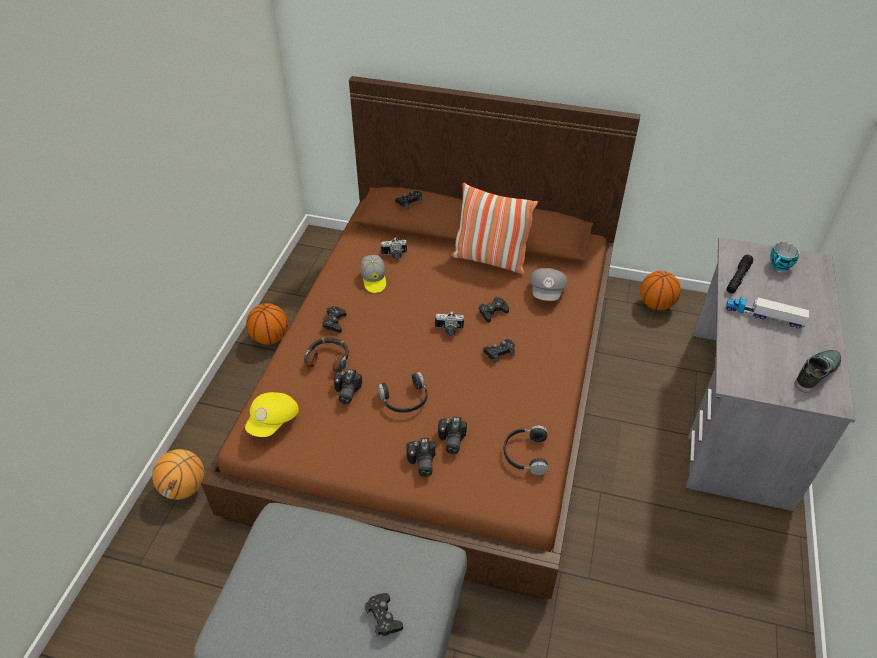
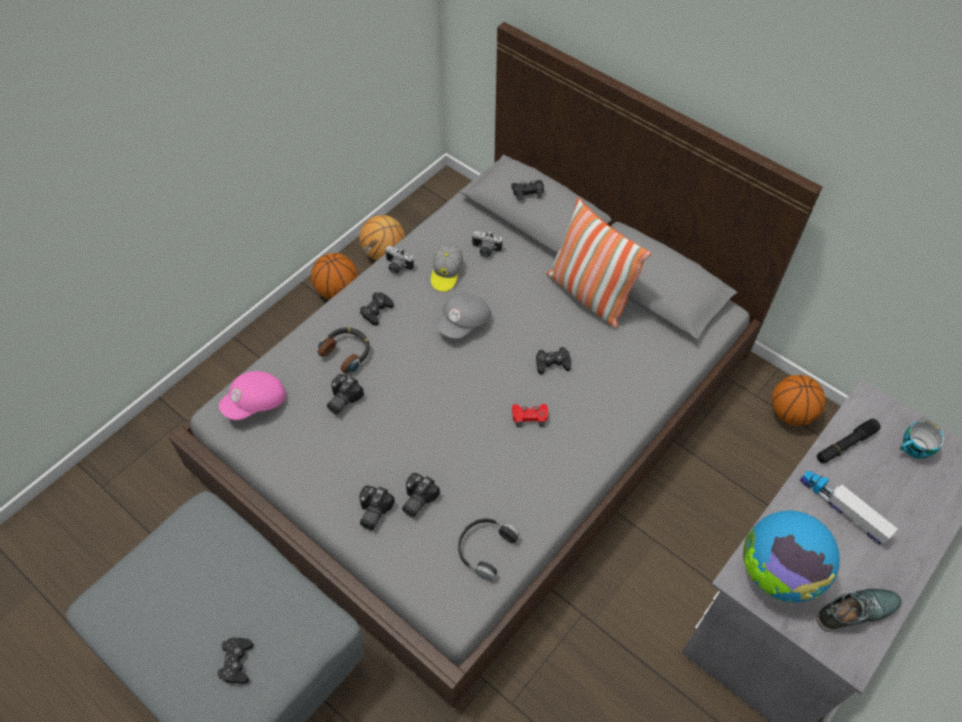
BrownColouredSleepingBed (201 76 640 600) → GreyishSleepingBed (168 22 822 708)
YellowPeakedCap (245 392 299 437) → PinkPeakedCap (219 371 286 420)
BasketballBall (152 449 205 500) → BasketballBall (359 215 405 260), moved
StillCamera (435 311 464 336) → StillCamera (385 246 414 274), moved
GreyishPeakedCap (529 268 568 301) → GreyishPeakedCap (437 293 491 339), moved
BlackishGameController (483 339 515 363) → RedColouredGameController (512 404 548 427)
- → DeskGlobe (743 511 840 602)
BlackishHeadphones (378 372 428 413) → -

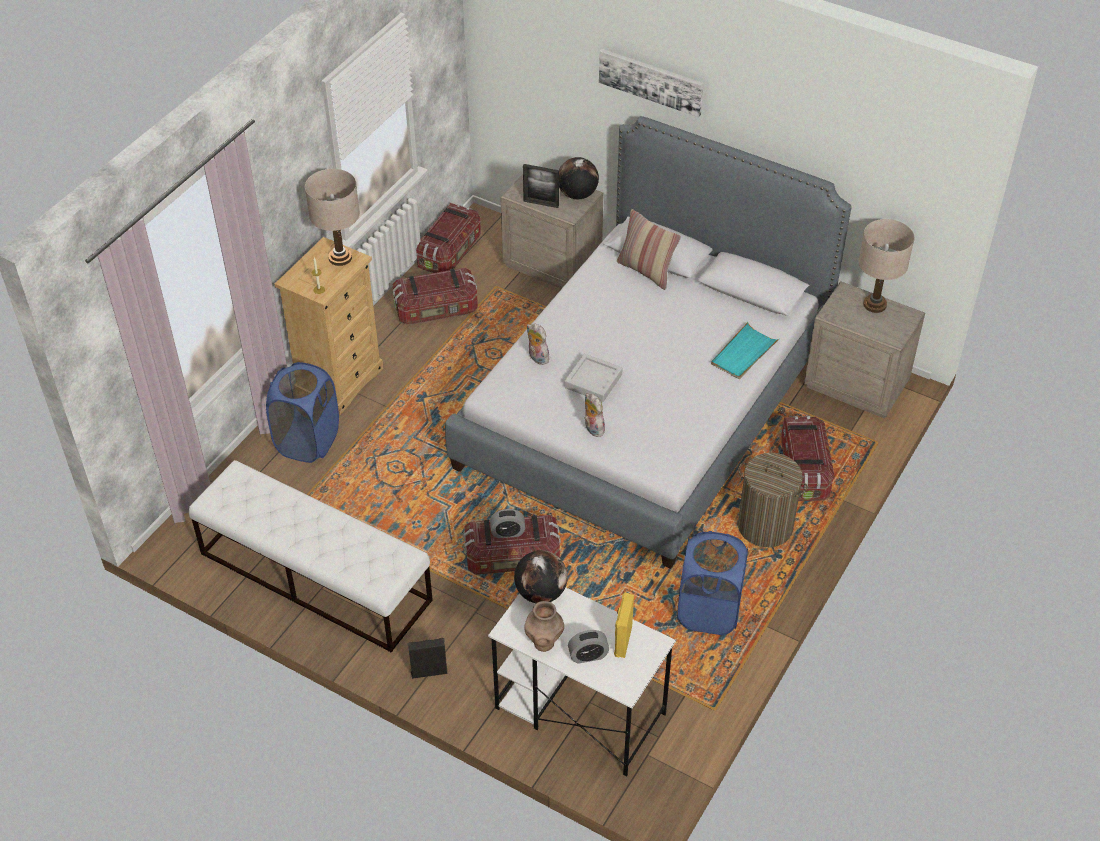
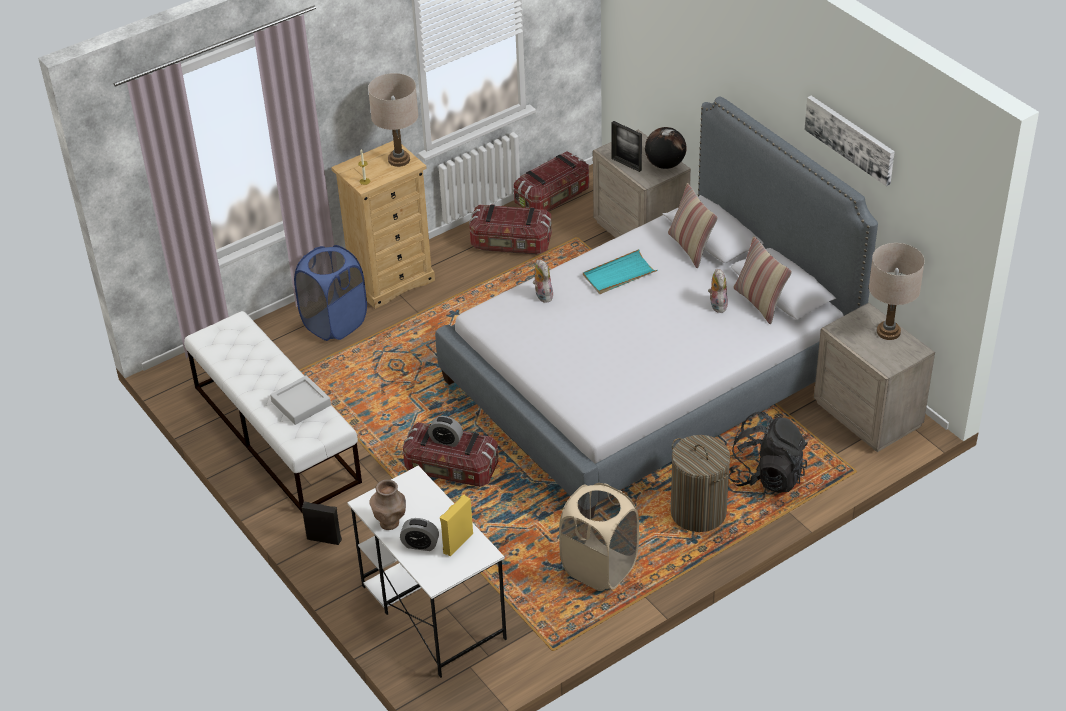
GreyishTray (564 354 622 402) → GreyishTray (270 376 331 425), moved
BlueLaundryBasket (677 531 748 635) → SandColouredLaundryBasket (559 483 639 591)
BlueGreenTray (711 322 780 379) → BlueGreenTray (583 249 658 294), moved
SoftToy (584 393 605 437) → SoftToy (708 269 728 313), moved
StorageContainer (781 416 835 501) → BlackishRucksack (729 412 808 493)
- → Pillow (733 236 792 324)
Picture (599 49 704 117) → Picture (805 96 895 186), moved
DeskGlobe (514 550 568 603) → -

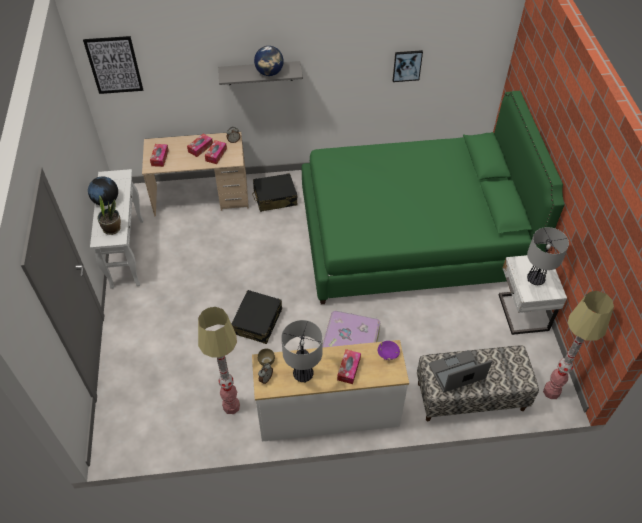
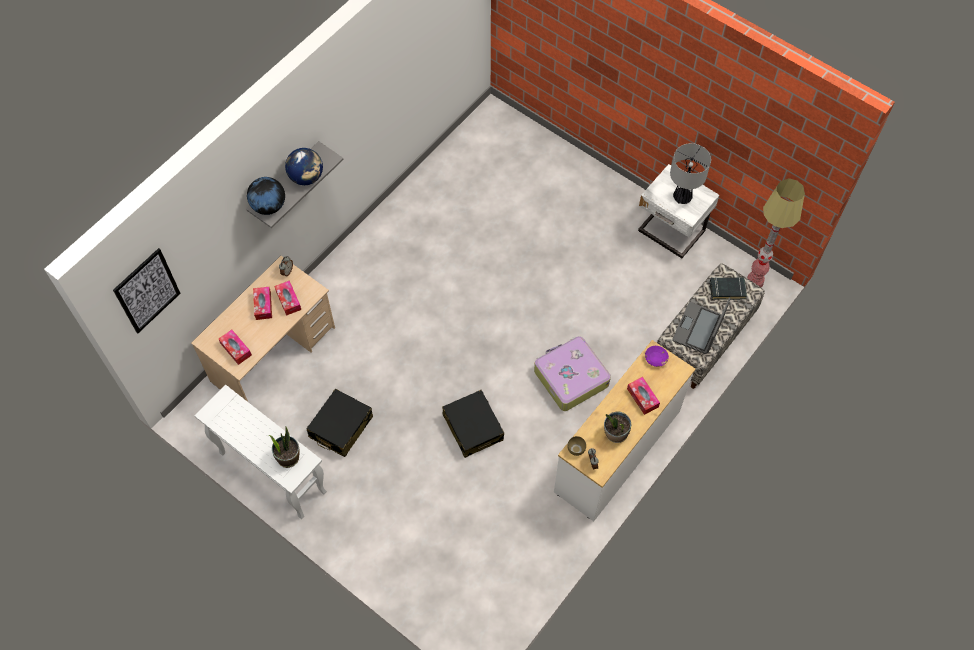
DeskGlobe (88 177 118 206) → DeskGlobe (247 177 285 215), moved
BlackishTravelCase (252 173 298 212) → BlackishTravelCase (306 389 373 457), moved
LampForATable (281 320 323 383) → Houseplant (604 412 631 443)
- → BlackishBook (710 277 747 300)
StandingLamp (198 307 240 414) → -
GreenishSleepingBed (301 91 564 304) → -
Picture (393 50 423 82) → -

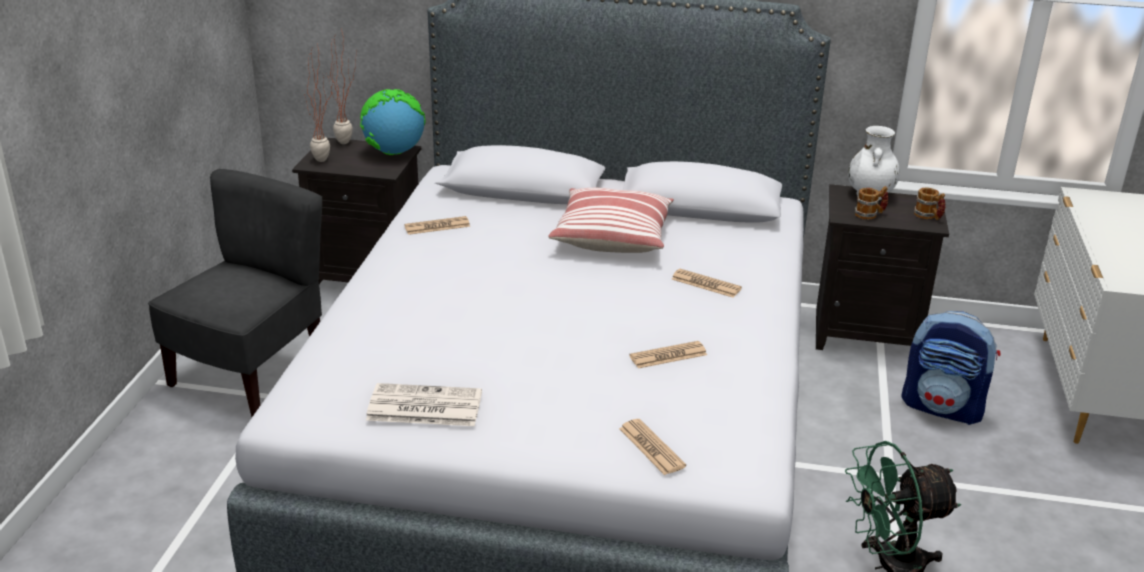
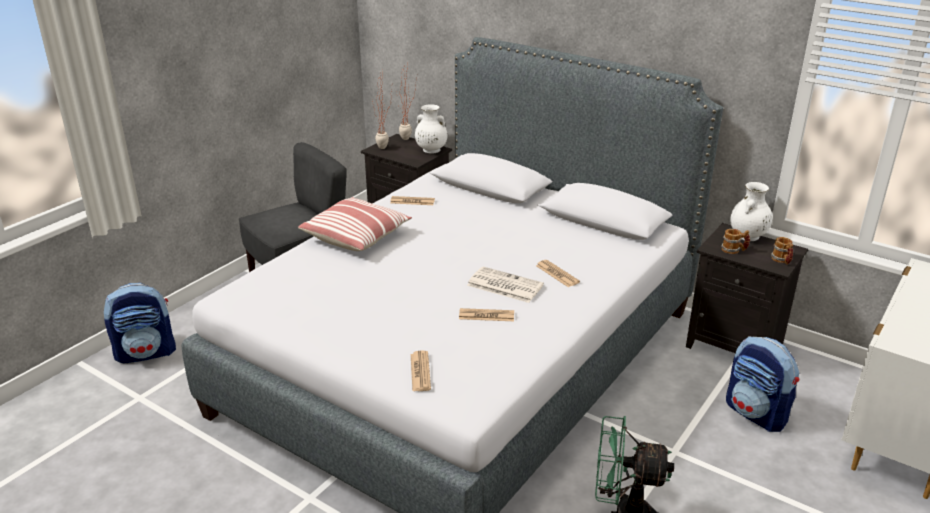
- → Rucksack (104 283 176 363)
Pillow (548 188 674 253) → Pillow (298 197 412 251), moved
DeskGlobe (360 89 425 155) → WhitishVase (415 104 447 154)
Newspaper (366 383 482 426) → Newspaper (467 267 544 303), moved

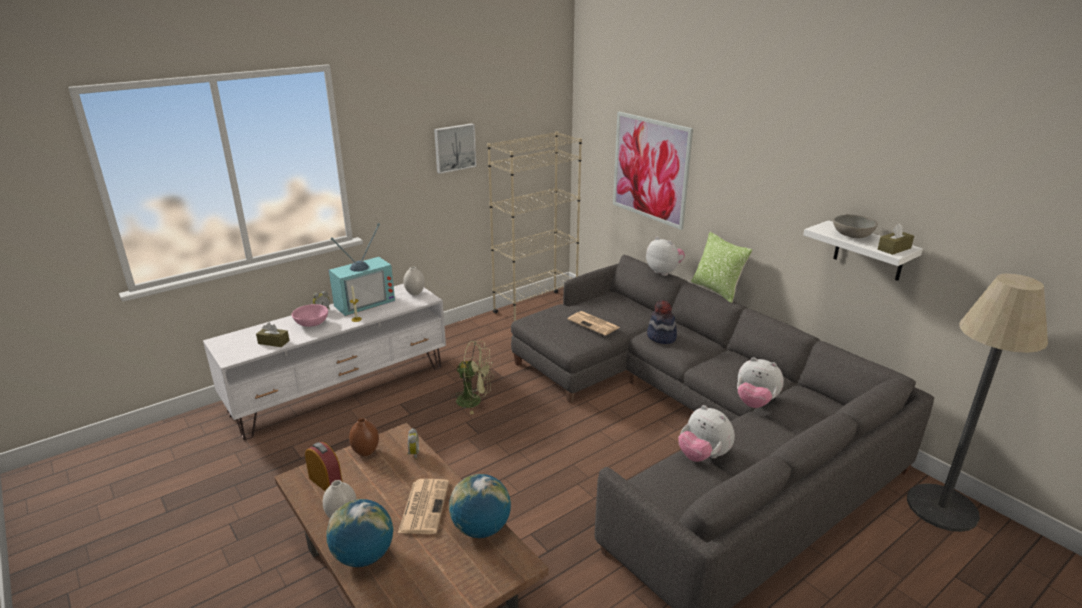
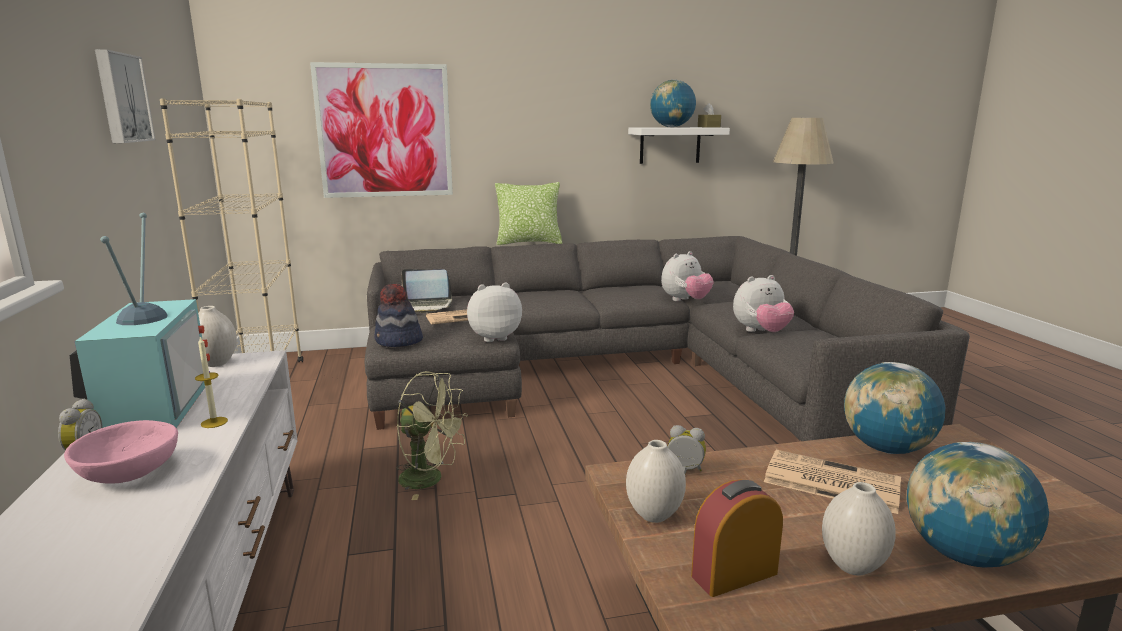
ClothingHat (647 300 677 344) → ClothingHat (374 284 423 347), moved
GreenishElectricFan (451 341 493 414) → GreenishElectricFan (397 371 468 500), 75 degrees clockwise
- → Laptop (402 269 452 313)
SoftToy (646 237 685 276) → SoftToy (467 282 522 342), moved
BrownColouredVase (349 418 379 456) → WhitishVase (626 440 686 523)
GreyishBowl (833 214 878 238) → DeskGlobe (650 80 696 127)
BrownColouredBoxOfTissues (256 323 290 347) → -

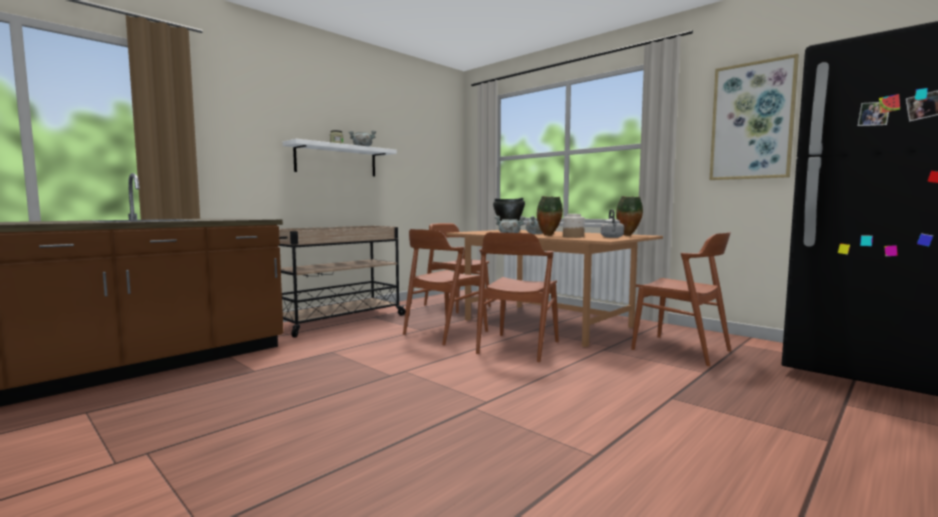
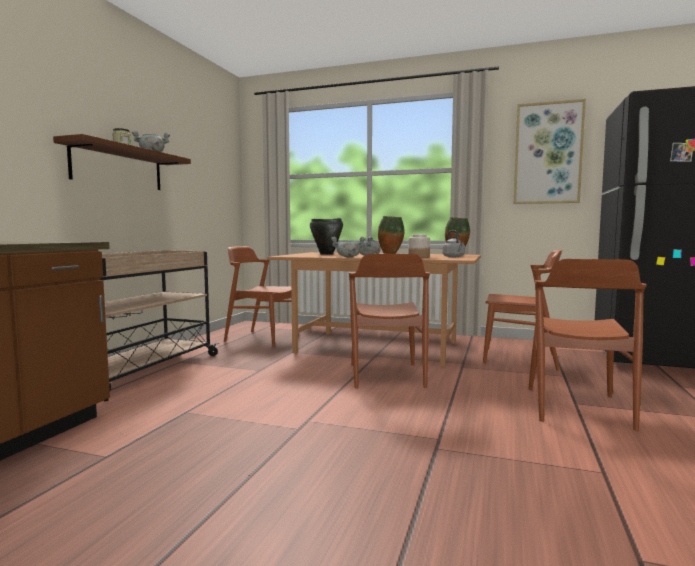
WhitishBracketShelf (283 139 397 176) → BrownColouredBracketShelf (53 134 191 190)
BrownColouredPlainChair (403 229 488 345) → BrownColouredPlainChair (528 259 647 431), moved

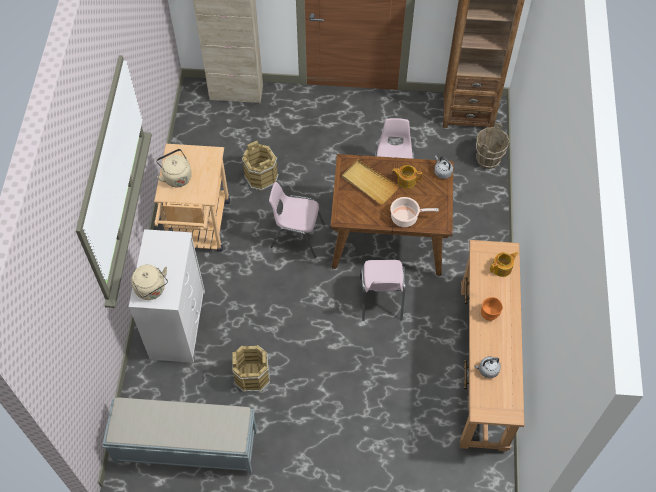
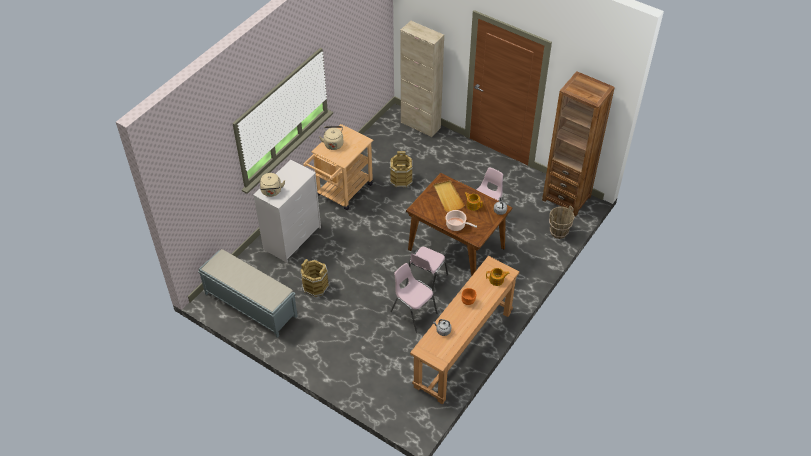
PinkPlainChair (269 182 325 258) → PinkPlainChair (390 263 438 332), moved

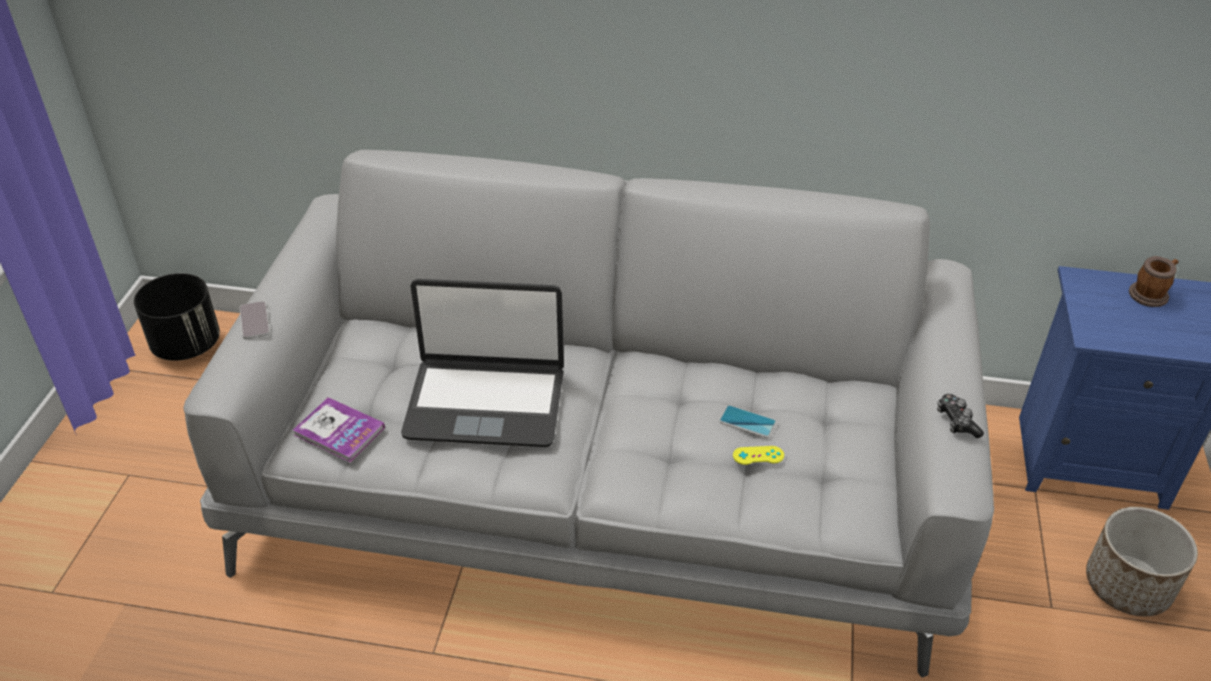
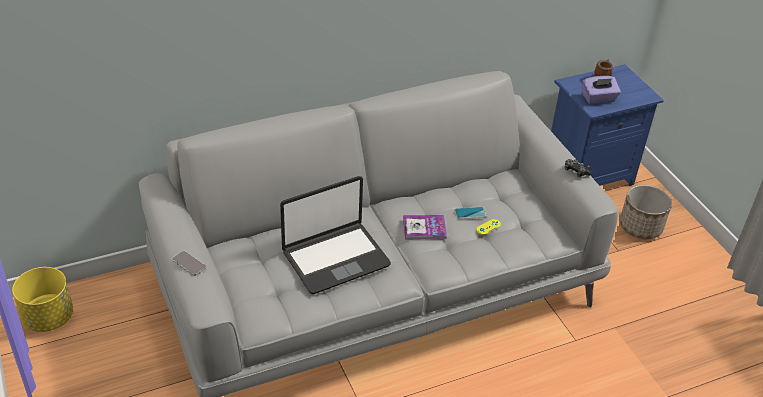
BlackishPlanter (134 273 220 361) → YellowPlanter (12 267 73 332)
Book (293 397 385 462) → Book (403 215 447 239), moved
- → PurpleColouredBoxOfTissues (582 76 621 104)

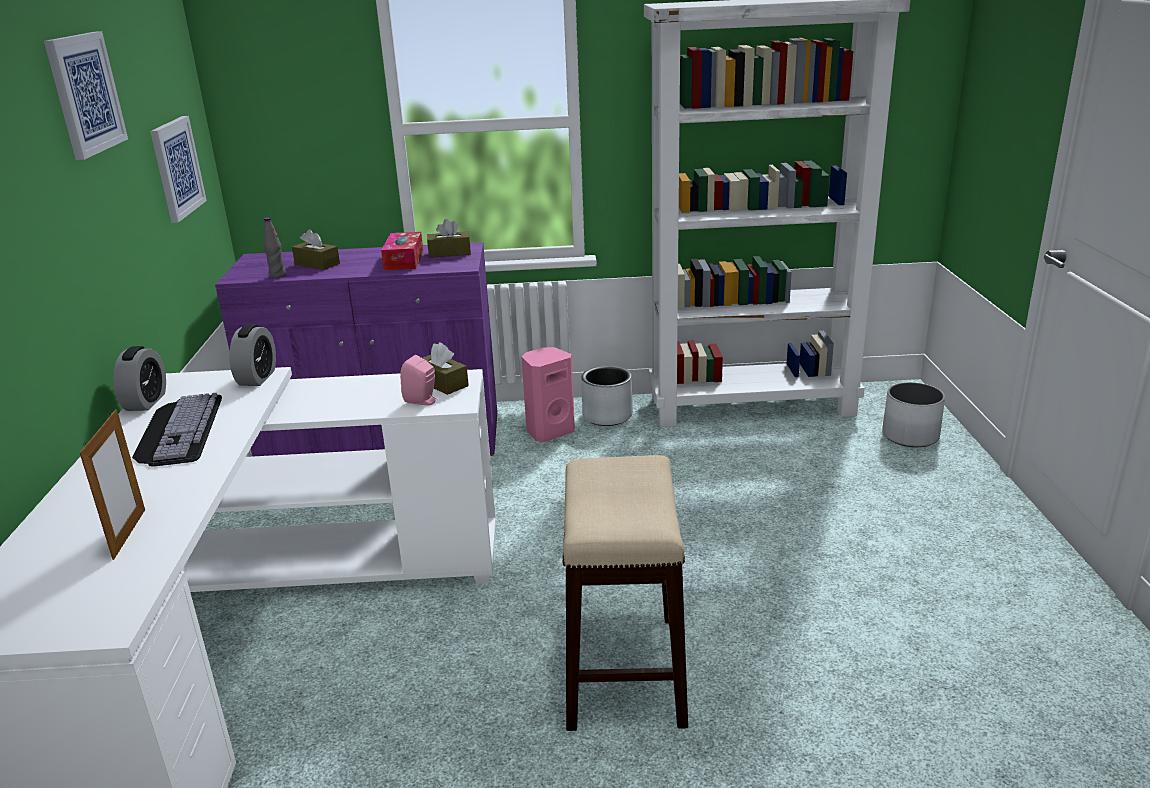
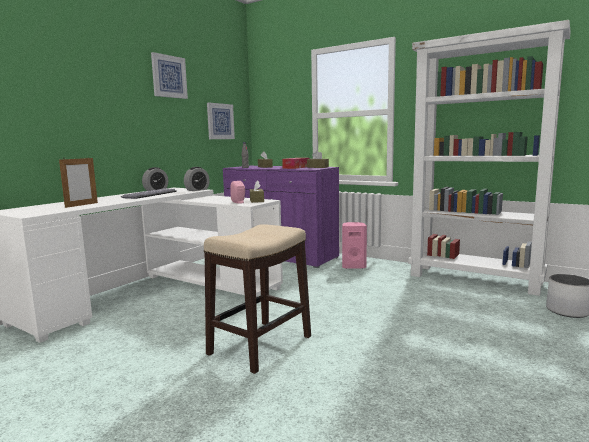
GreyishPlanter (582 366 633 426) → -

